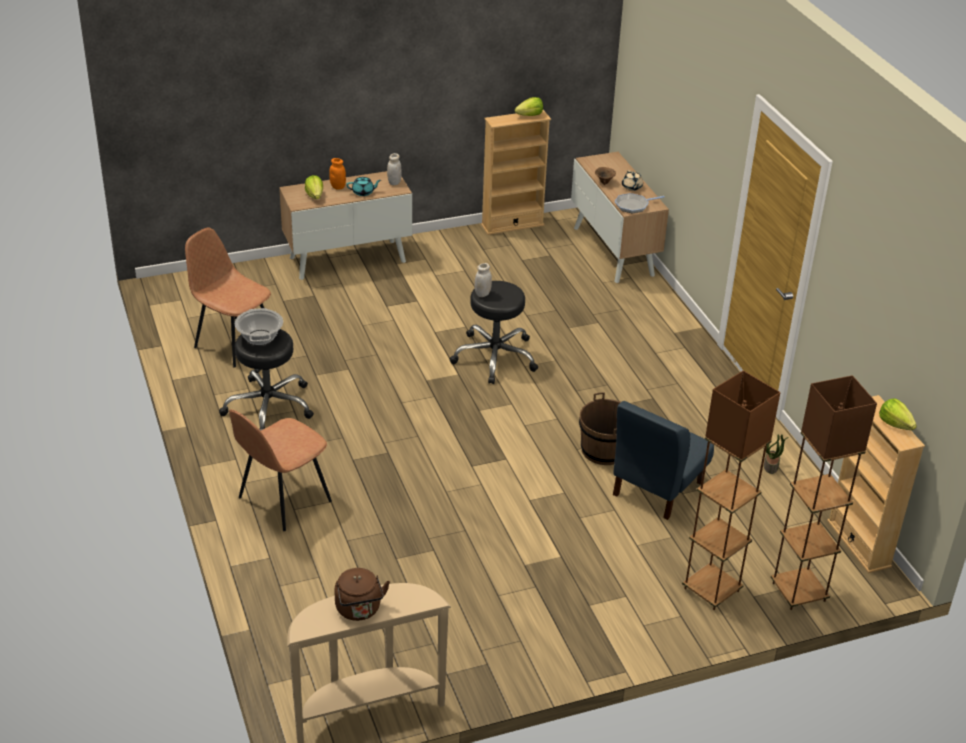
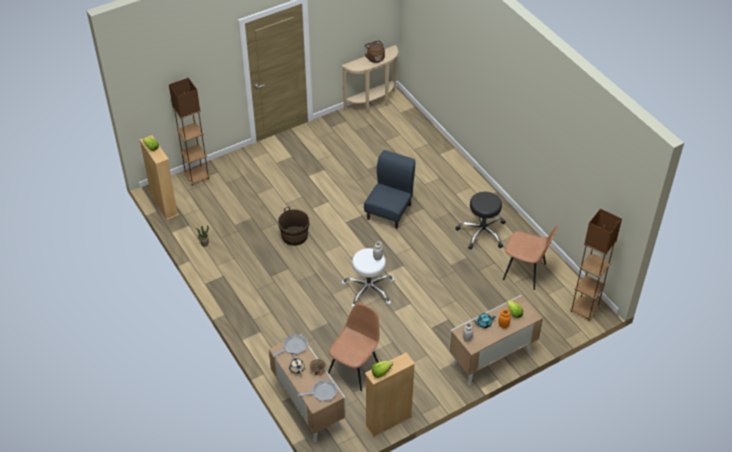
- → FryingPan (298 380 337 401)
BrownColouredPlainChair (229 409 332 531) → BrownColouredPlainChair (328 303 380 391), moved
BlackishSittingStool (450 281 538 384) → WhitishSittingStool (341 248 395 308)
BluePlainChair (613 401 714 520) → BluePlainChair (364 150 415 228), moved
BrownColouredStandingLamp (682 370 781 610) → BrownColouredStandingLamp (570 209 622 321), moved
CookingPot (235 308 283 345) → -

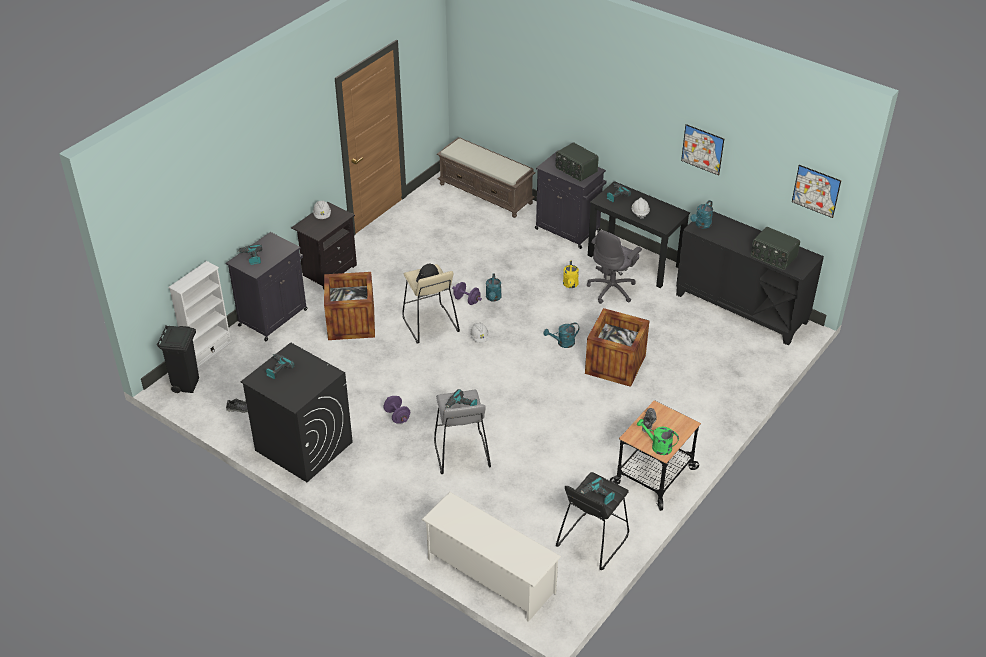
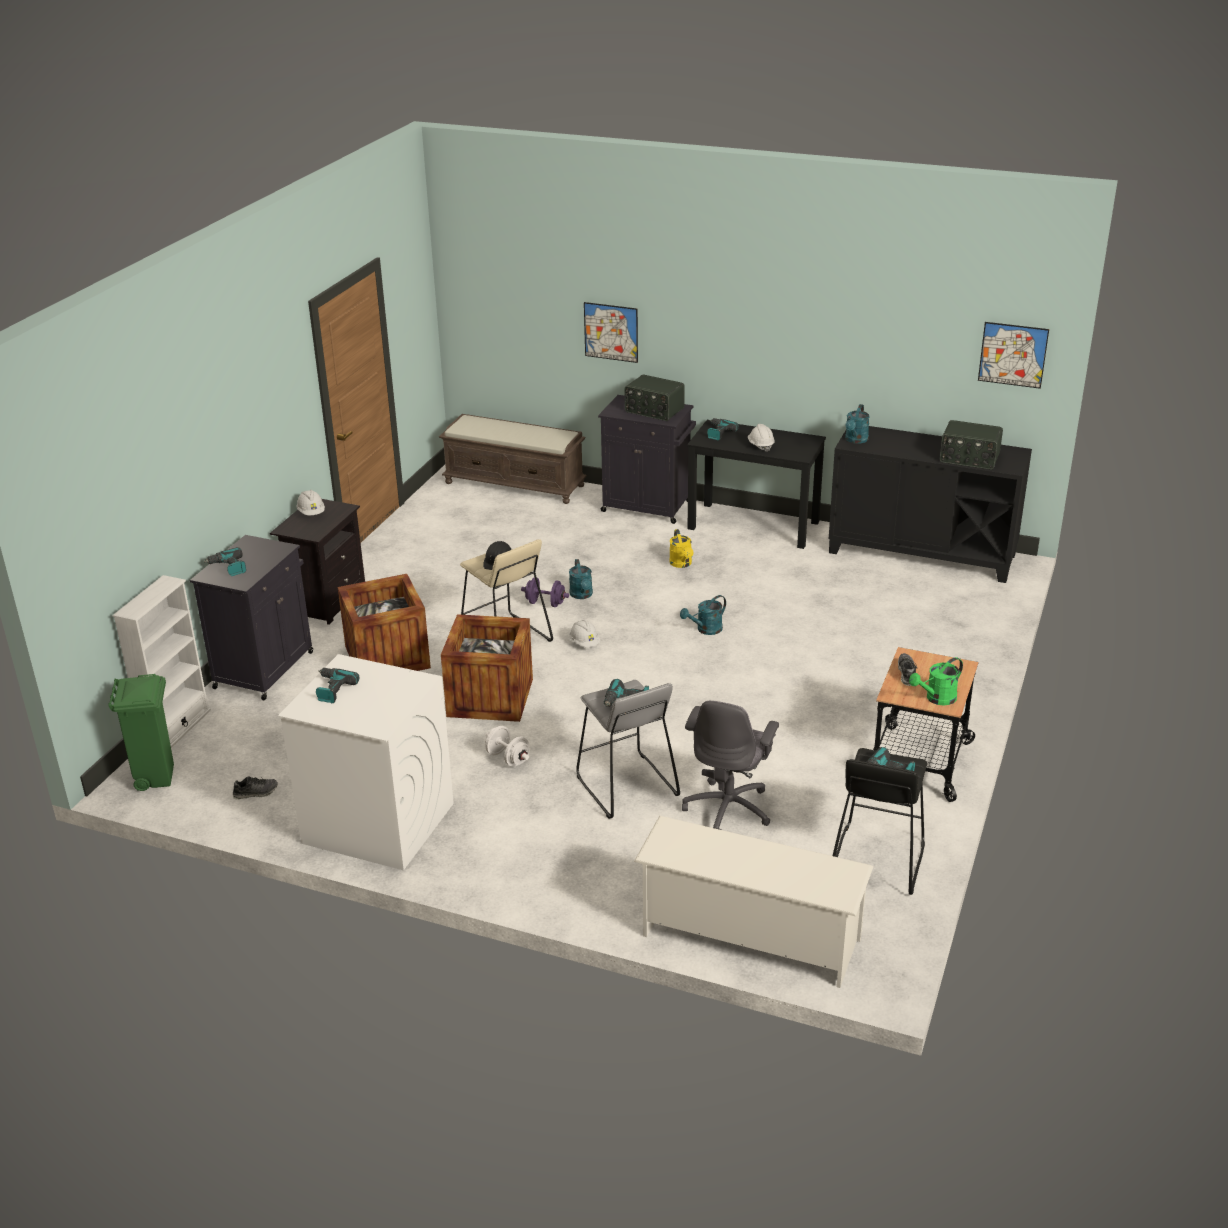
BlackishTrashCan (157 325 199 393) → GreenishTrashCan (108 674 174 791)
BlackishWashingMachine (240 343 353 482) → WhitishWashingMachine (278 654 454 870)
ShippingCrate (585 308 650 387) → ShippingCrate (441 614 533 722), moved
PurpleColouredFreeWeight (383 396 410 424) → WhitishFreeWeight (485 726 530 767)
Picture (681 124 724 176) → Picture (584 302 638 363), moved
GreyishOfficeChair (587 230 642 304) → GreyishOfficeChair (682 701 779 830), moved
GreenishWateringPot (637 419 679 455) → GreenishWateringPot (909 657 963 706), 45 degrees counterclockwise

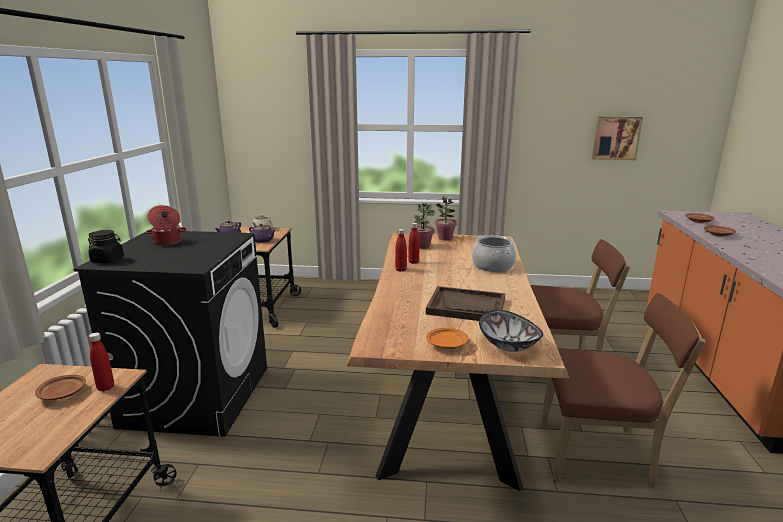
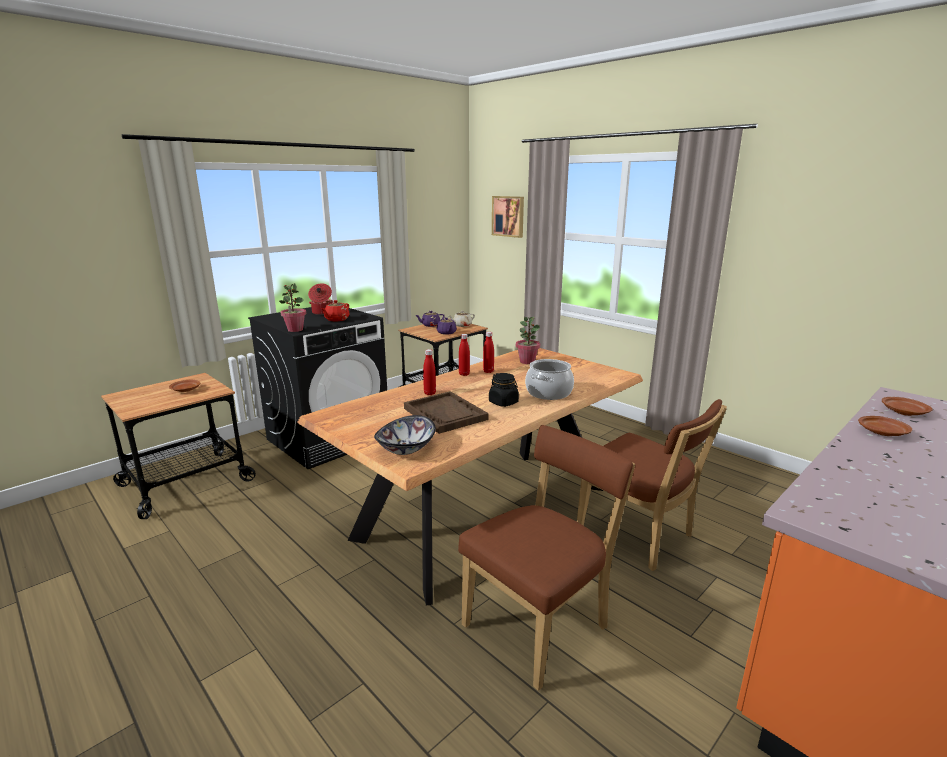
Houseplant (435 196 457 241) → Houseplant (279 283 306 332), moved
- → RedColouredTeaPot (321 300 350 321)
RedColouredBeverageBottle (89 333 114 391) → RedColouredBeverageBottle (423 349 436 395), moved
BrownColouredPlainChair (541 293 705 489) → BrownColouredPlainChair (458 425 635 691), 90 degrees counterclockwise
BlackishJar (88 230 124 263) → BlackishJar (489 373 519 407), moved
Picture (592 116 643 160) → Picture (492 196 524 238), moved
OrangeyPlate (426 328 469 349) → -

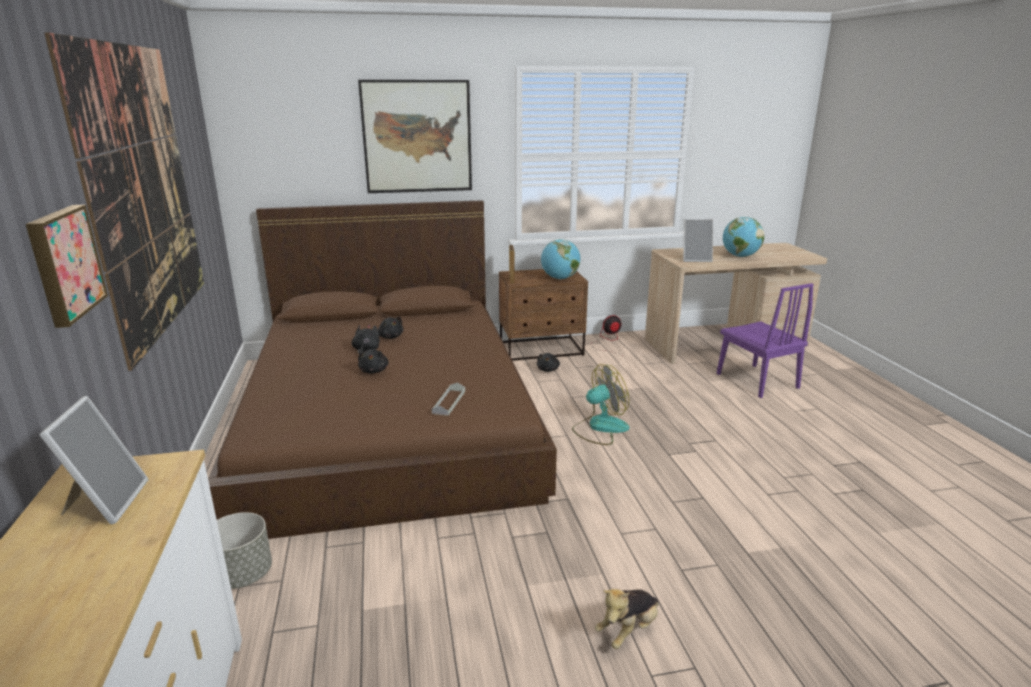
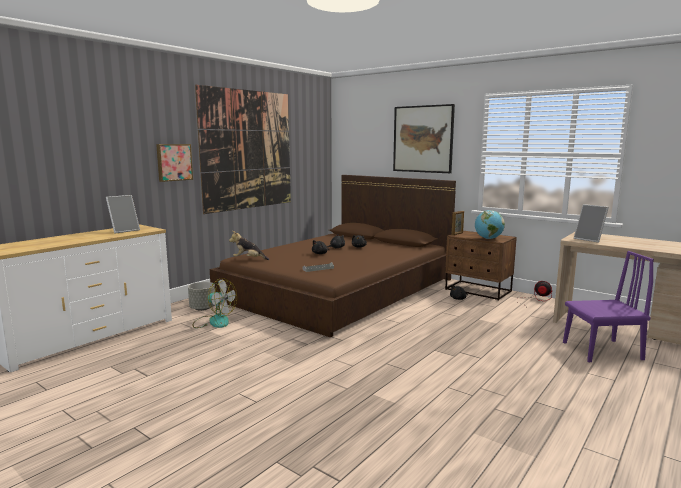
ElectricFan (572 364 629 445) → ElectricFan (193 278 237 328), moved
SoftToy (595 589 659 649) → SoftToy (229 231 269 260), moved
PurpleColouredPlainChair (717 283 814 398) → PurpleColouredPlainChair (563 251 654 362), 120 degrees counterclockwise
DeskGlobe (723 217 764 257) → -

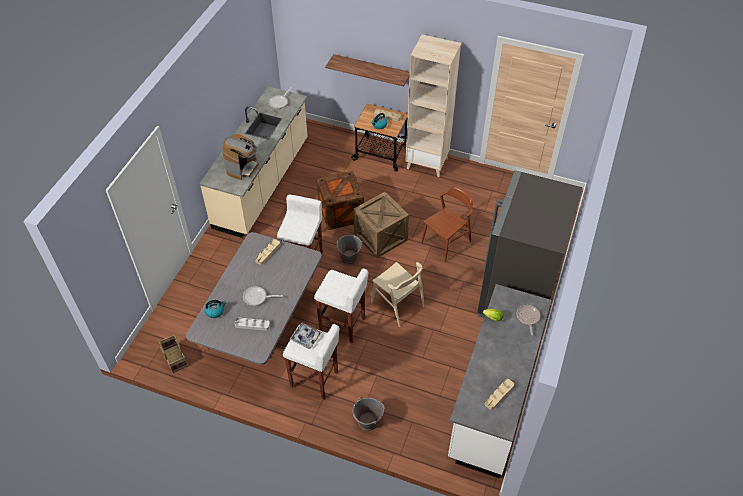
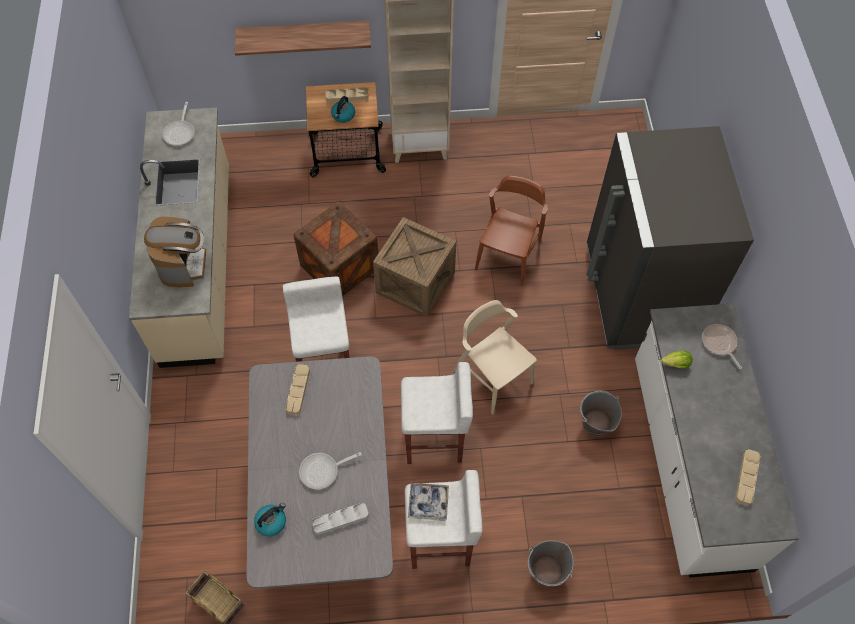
SandColouredPlainChair (371 262 424 327) → SandColouredPlainChair (454 300 537 414), 150 degrees counterclockwise
GreyishBucket (335 235 363 265) → GreyishBucket (580 391 622 436), moved

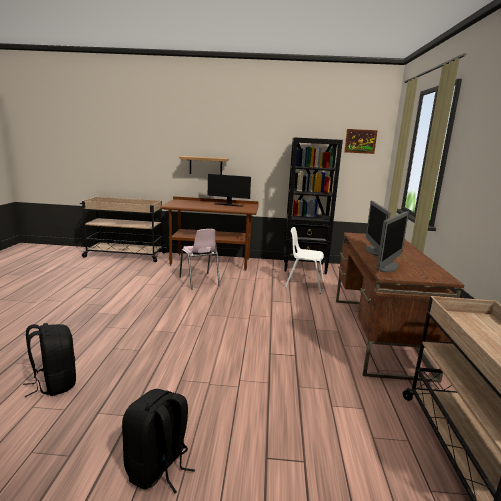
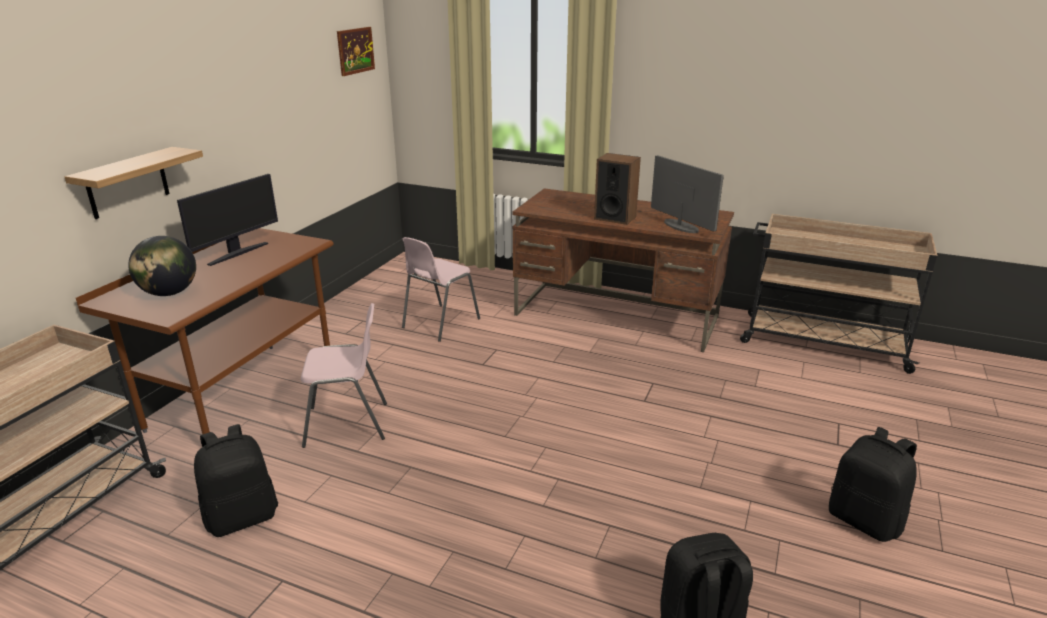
- → DeskGlobe (128 236 196 296)
- → BlackishRucksack (194 424 278 537)
WhitishPlainChair (285 227 324 294) → PinkPlainChair (402 237 480 342)
Monitor (365 201 391 256) → Loudspeaker (594 153 641 225)
BlackishBookshelf (284 137 343 274) → -

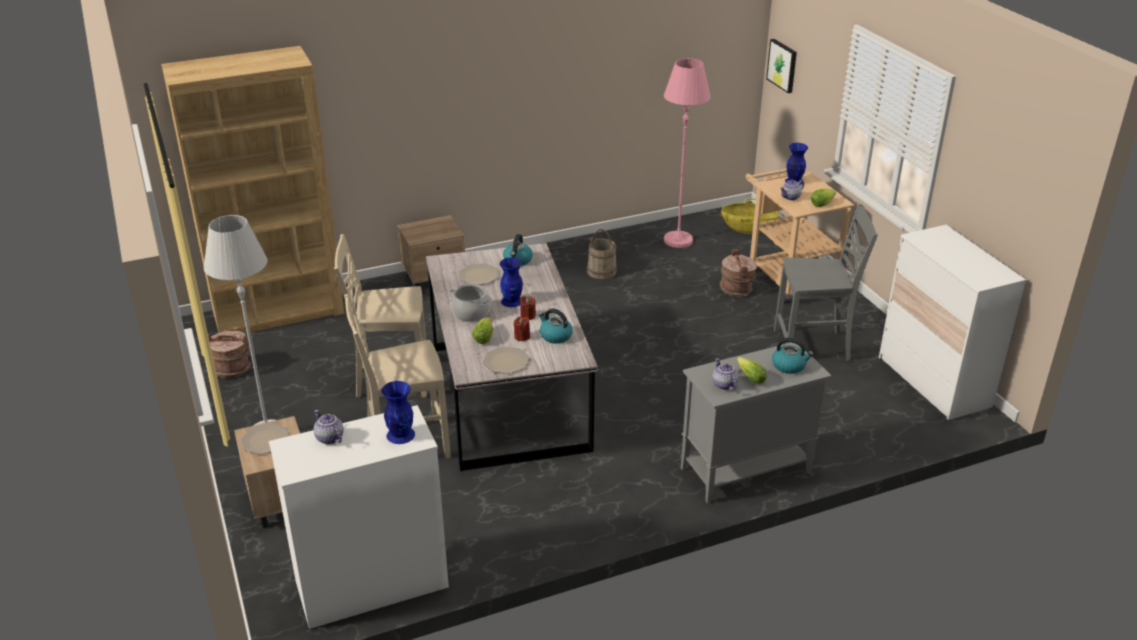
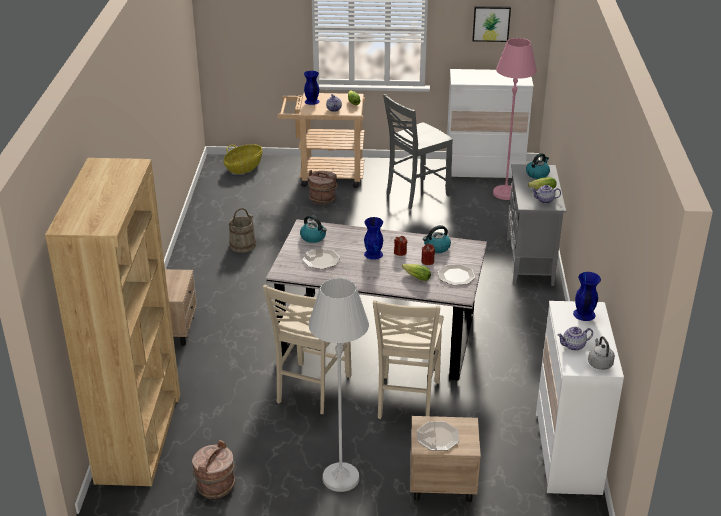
GreyishPlainChair (774 204 878 361) → GreyishPlainChair (383 94 453 209), 150 degrees counterclockwise
Picture (766 39 797 93) → Picture (472 6 511 42), moved
PinkStandingLamp (664 58 711 248) → PinkStandingLamp (493 38 537 200), moved
- → GreyishKettle (588 336 615 370)
CookingPot (449 284 491 322) → -

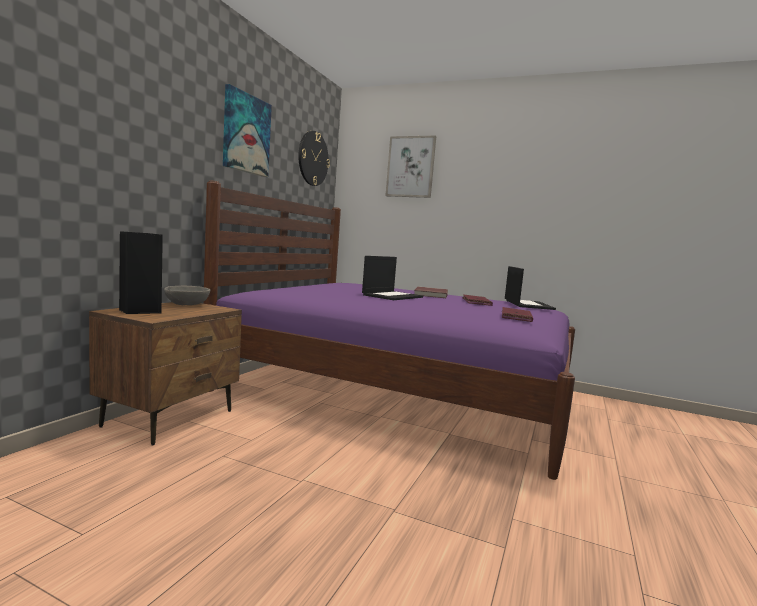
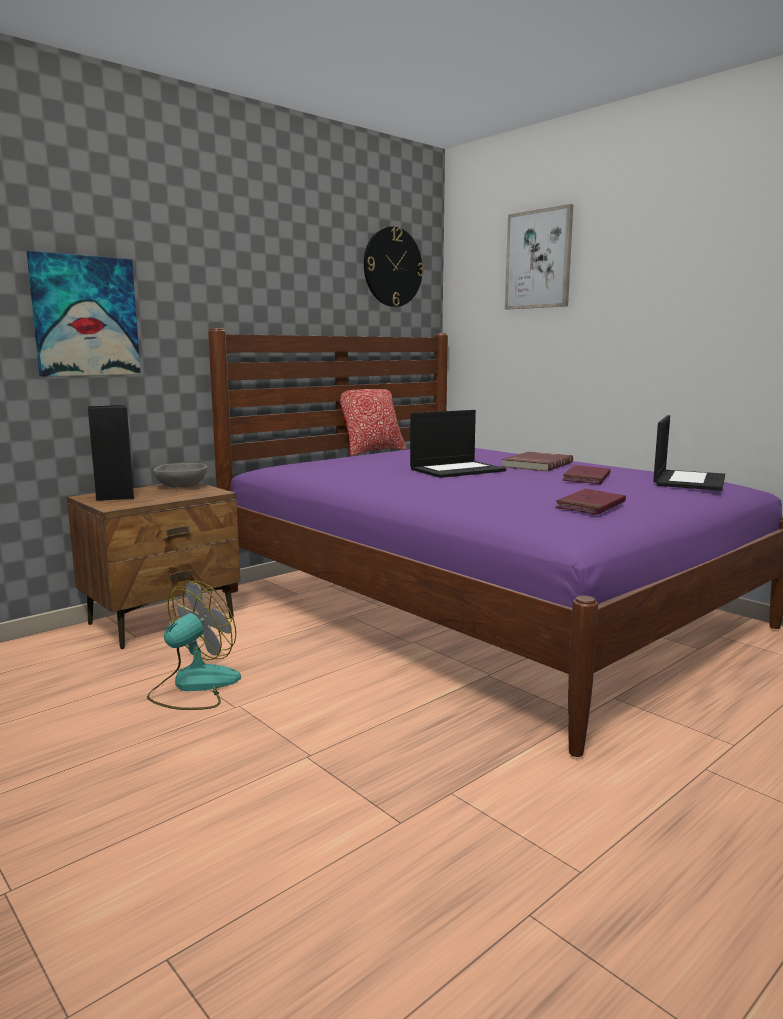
Picture (223 84 272 177) → Picture (27 251 141 377), moved
- → ElectricFan (147 580 241 710)
- → Pillow (335 383 406 456)

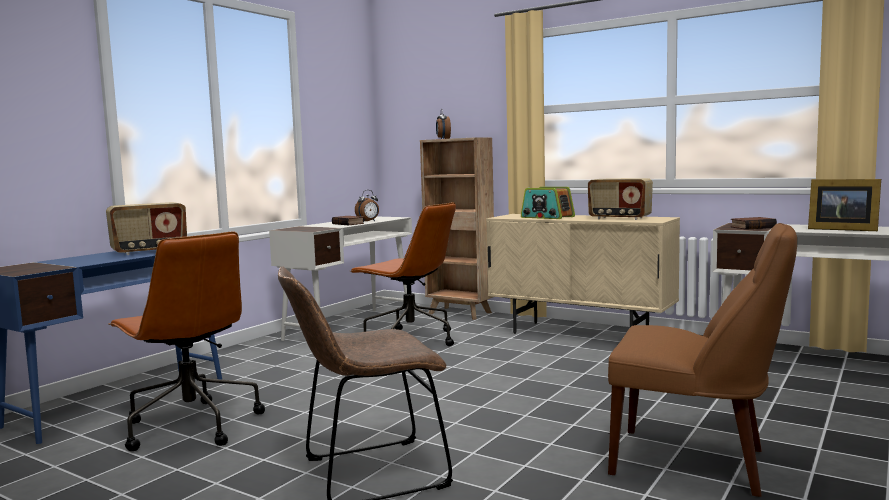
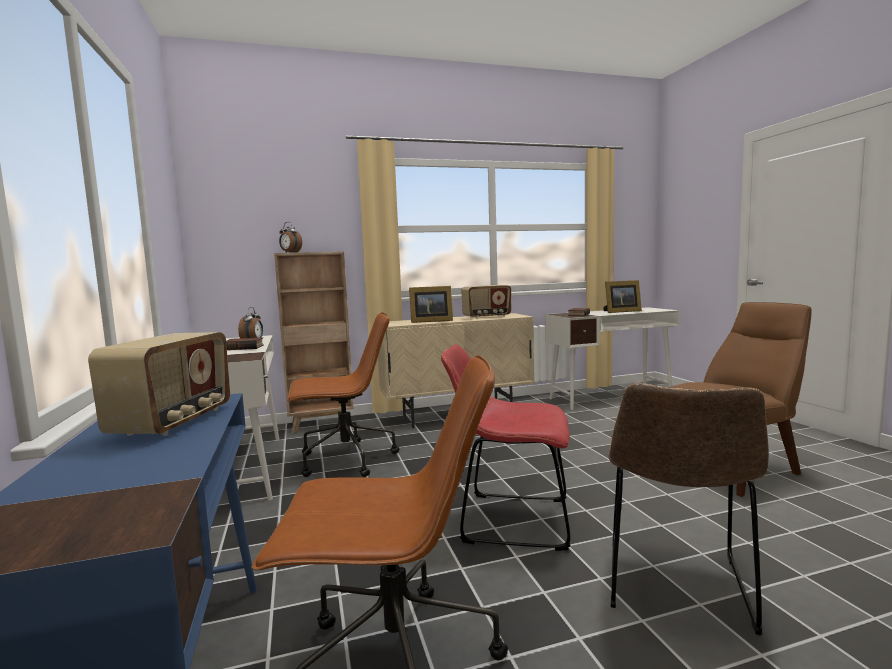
RadioSet (521 187 575 219) → StandingFrame (409 286 453 323)
- → RedColouredPlainChair (441 344 571 551)

